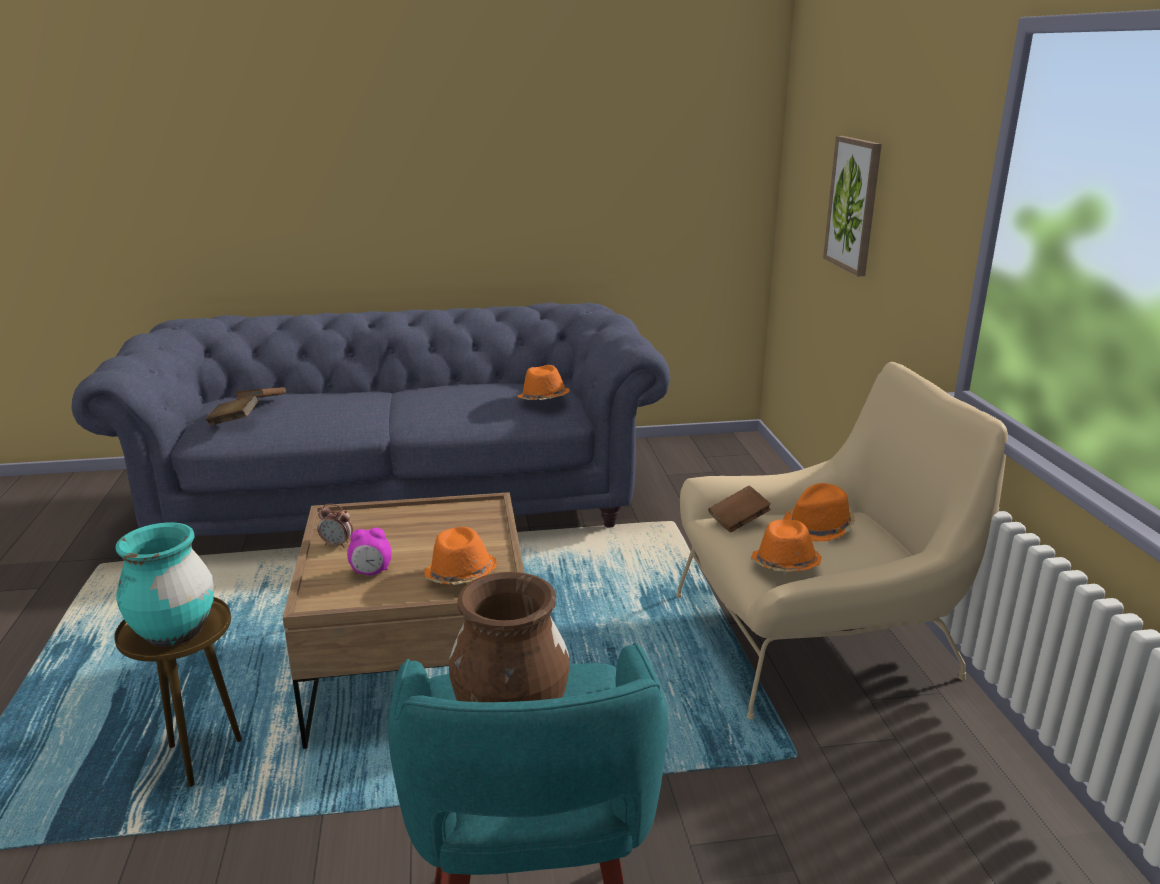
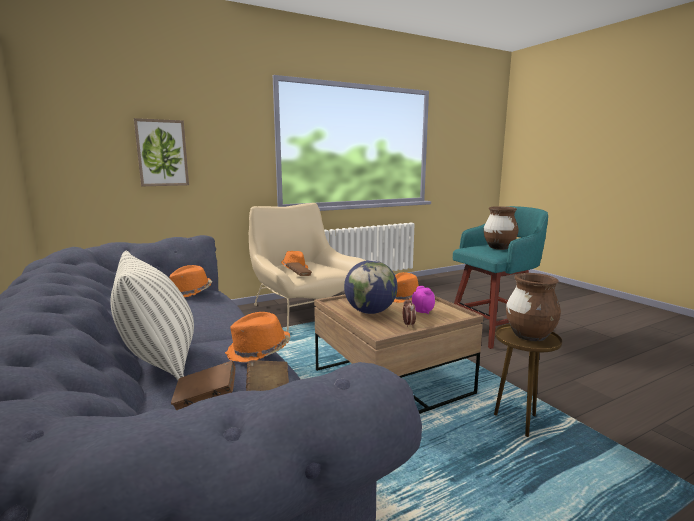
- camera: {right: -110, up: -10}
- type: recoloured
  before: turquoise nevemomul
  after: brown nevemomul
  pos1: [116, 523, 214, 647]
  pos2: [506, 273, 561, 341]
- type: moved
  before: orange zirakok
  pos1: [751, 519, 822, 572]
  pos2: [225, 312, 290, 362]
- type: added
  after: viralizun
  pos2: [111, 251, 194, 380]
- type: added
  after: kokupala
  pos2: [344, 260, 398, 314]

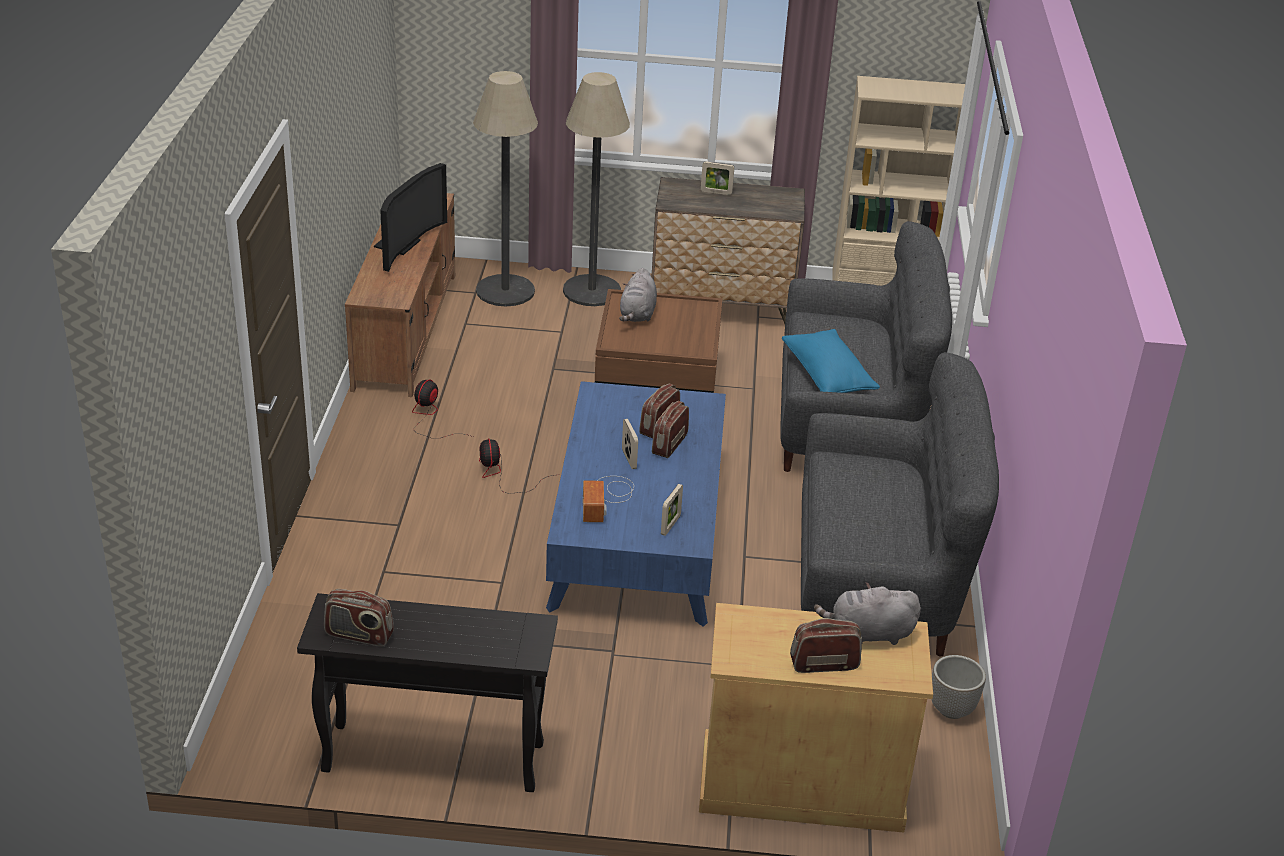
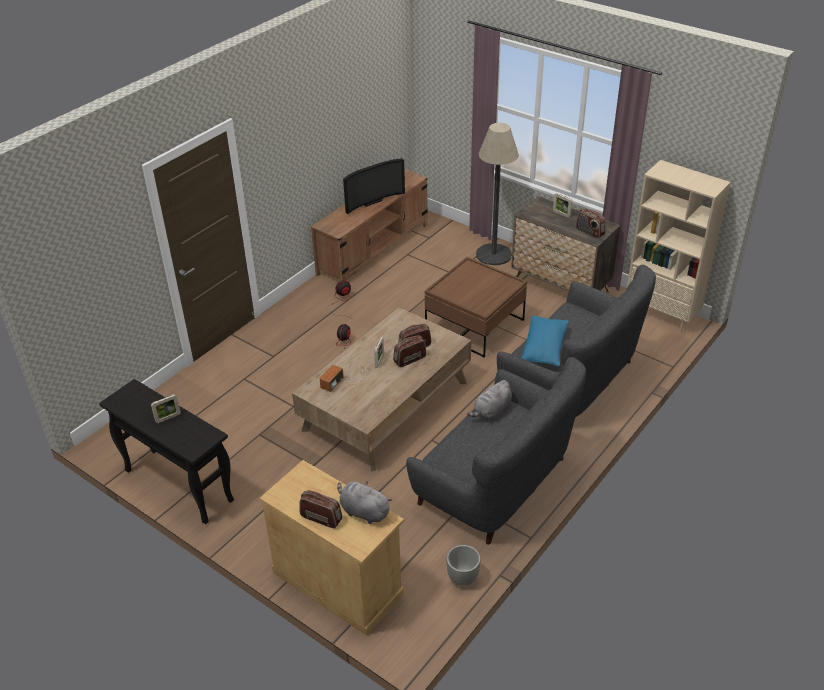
- camera: {right: 35, up: 5}
- type: moved
  before: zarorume
  pos1: [324, 589, 394, 646]
  pos2: [576, 208, 606, 239]
- type: removed
  before: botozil
  pos1: [473, 71, 538, 306]
- type: recoloured
  before: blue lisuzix
  after: brown lisuzix
  pos1: [546, 381, 726, 627]
  pos2: [292, 307, 471, 472]
- type: moved
  before: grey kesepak
  pos1: [619, 268, 657, 322]
  pos2: [467, 380, 512, 420]
- type: moved
  before: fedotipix
  pos1: [661, 484, 683, 536]
  pos2: [151, 394, 181, 423]

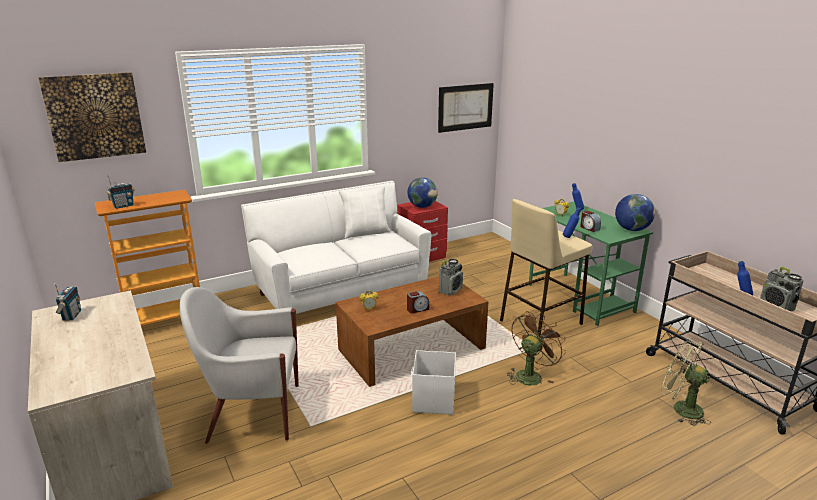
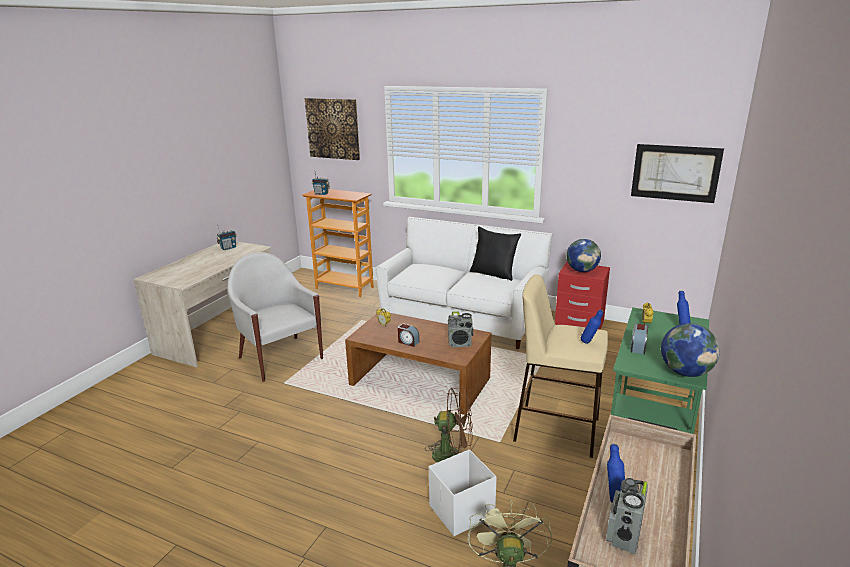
- camera: {right: 55, up: 0}
- type: recoloured
  before: white viralizun
  after: black viralizun
  pos1: [339, 186, 391, 239]
  pos2: [470, 226, 521, 281]
- type: moved
  before: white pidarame
  pos1: [411, 350, 456, 415]
  pos2: [429, 449, 497, 536]

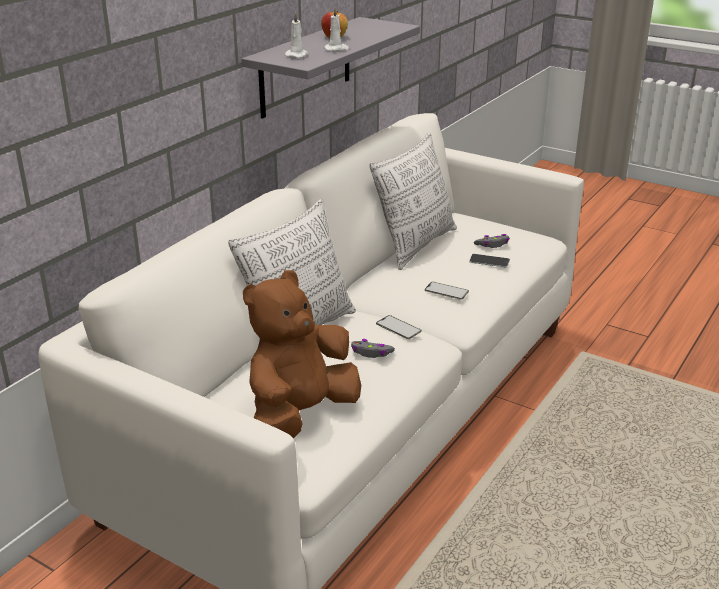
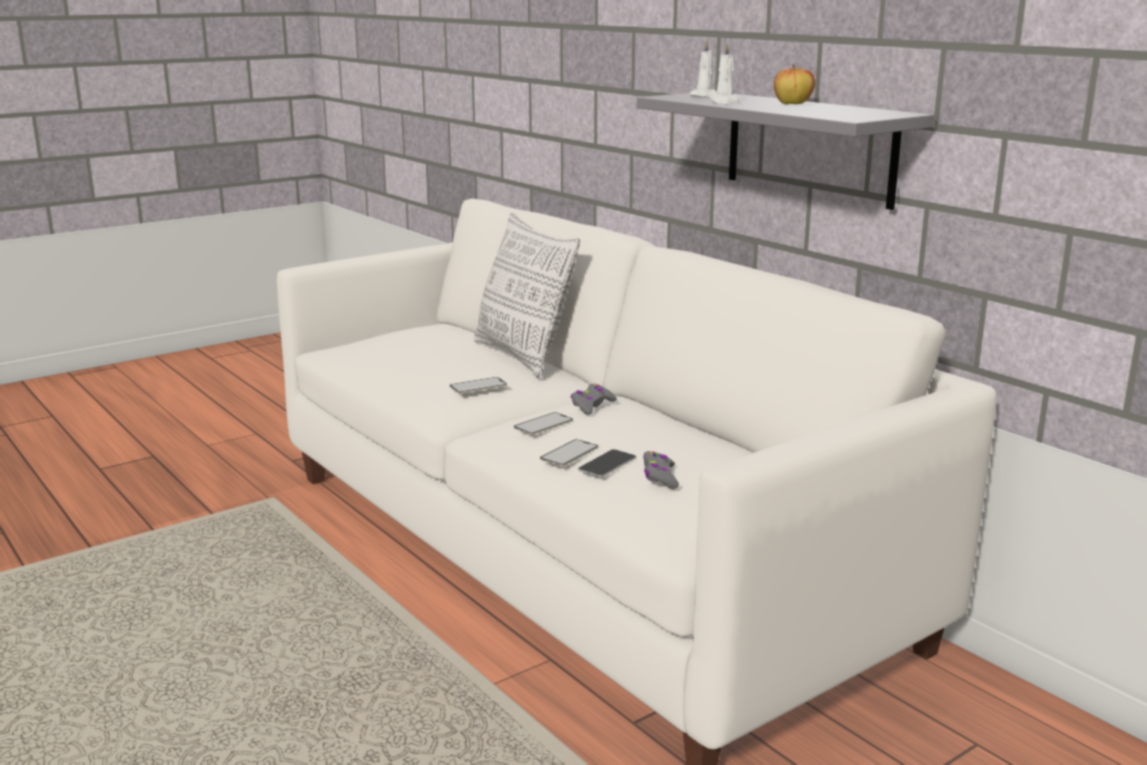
- camera: {right: 110, up: -10}
- type: removed
  before: brown kesepak
  pos1: [243, 270, 361, 438]
- type: moved
  before: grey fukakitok
  pos1: [351, 339, 395, 358]
  pos2: [571, 384, 617, 415]
- type: removed
  before: viralizun
  pos1: [369, 133, 457, 270]
- type: added
  after: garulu
  pos2: [540, 439, 598, 466]

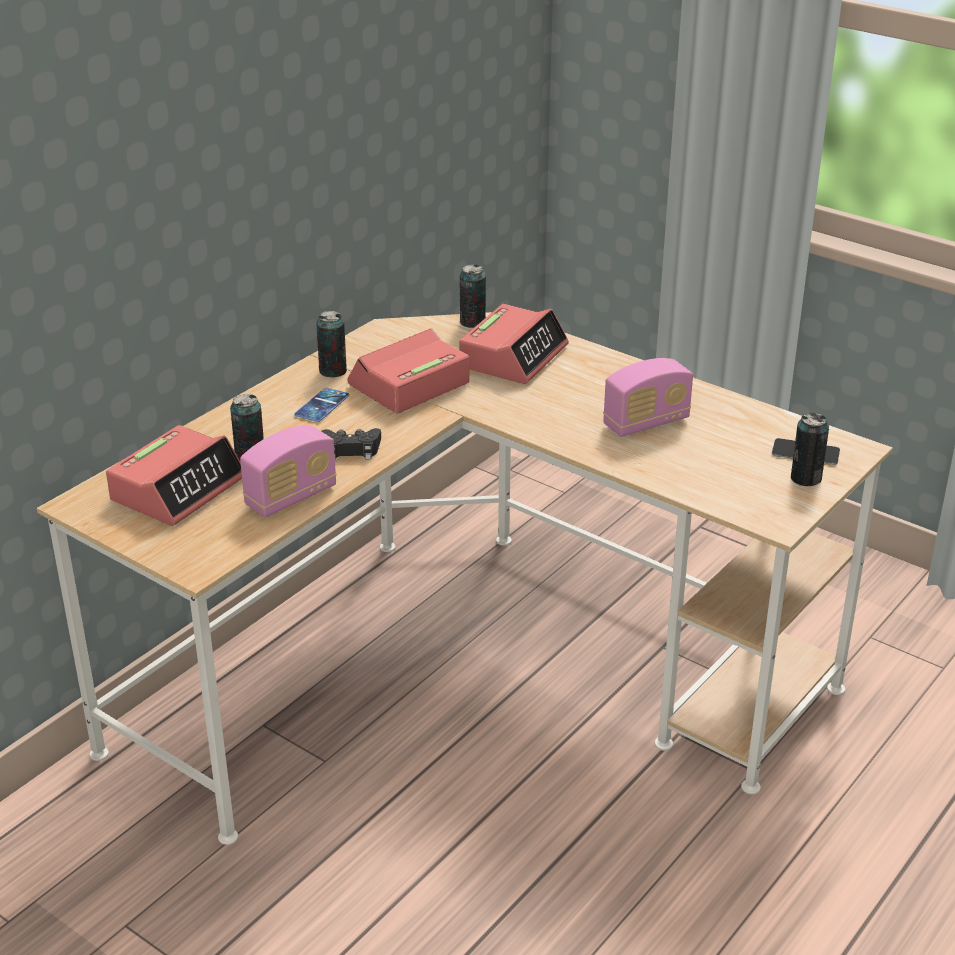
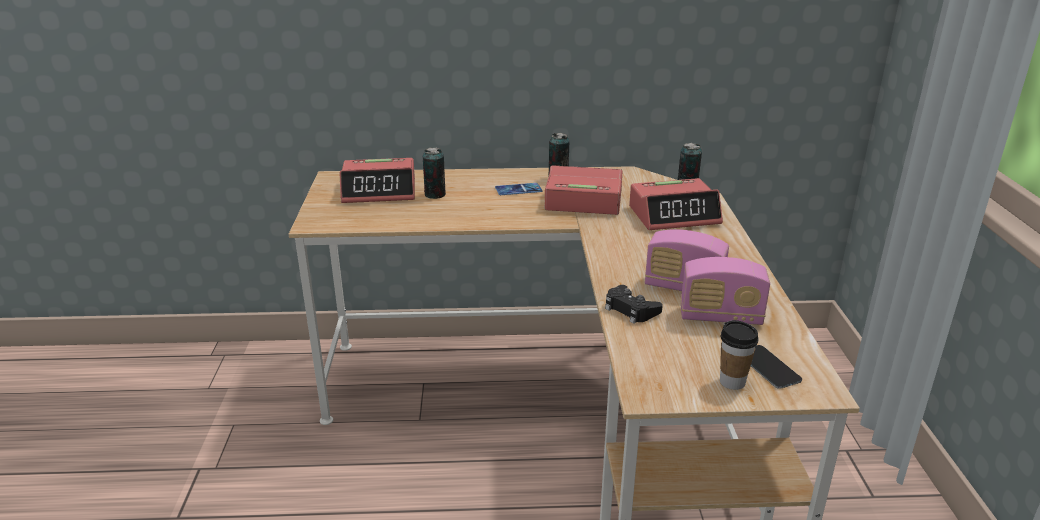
- camera: {right: 50, up: -5}
- type: moved
  before: zarorume
  pos1: [240, 425, 337, 517]
  pos2: [681, 257, 770, 325]
- type: moved
  before: black fukakitok
  pos1: [321, 428, 381, 460]
  pos2: [605, 285, 663, 324]
- type: replaced
  before: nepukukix
  after: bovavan
  pos1: [791, 413, 829, 486]
  pos2: [720, 320, 759, 390]

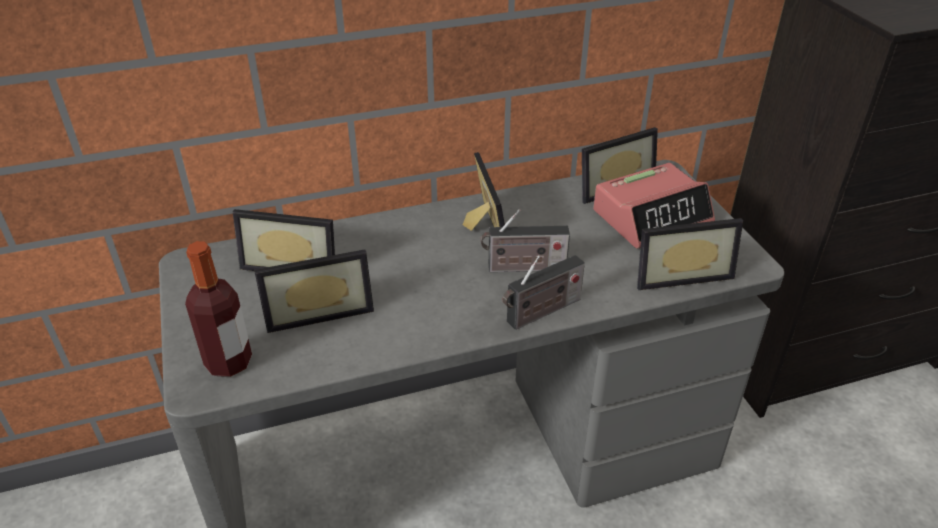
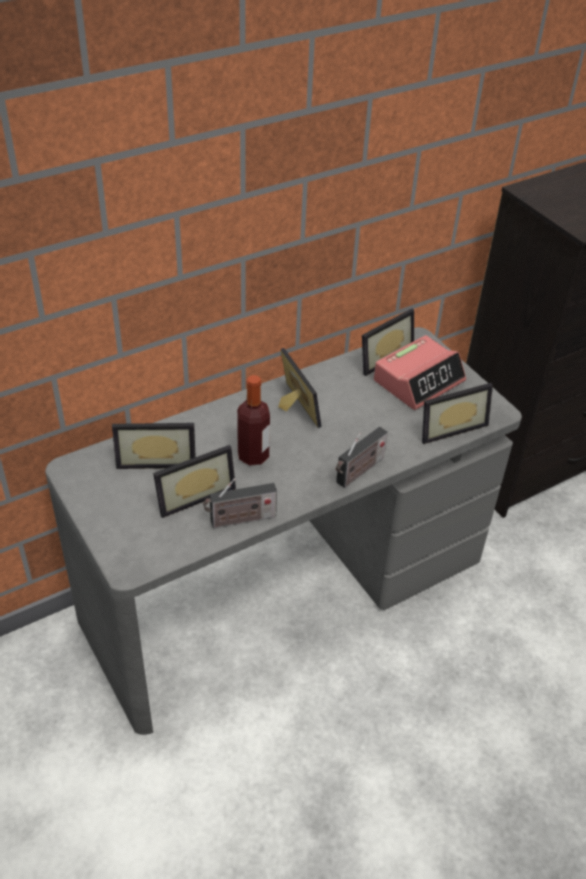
- camera: {right: -15, up: 5}
- type: moved
  before: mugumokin
  pos1: [185, 241, 252, 377]
  pos2: [237, 375, 270, 466]
- type: moved
  before: zarorume
  pos1: [481, 209, 570, 272]
  pos2: [203, 479, 277, 528]

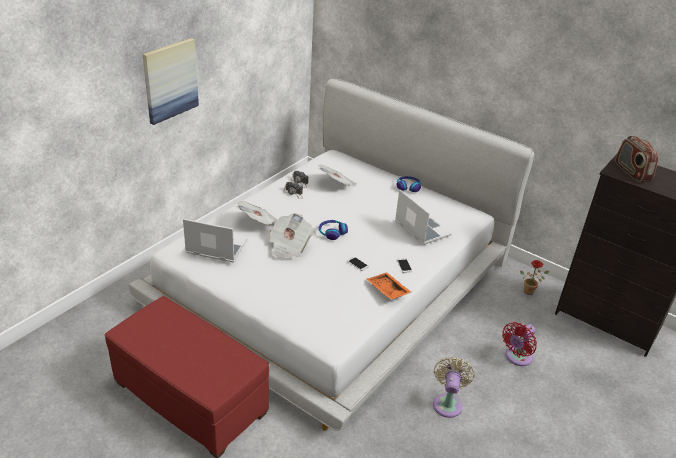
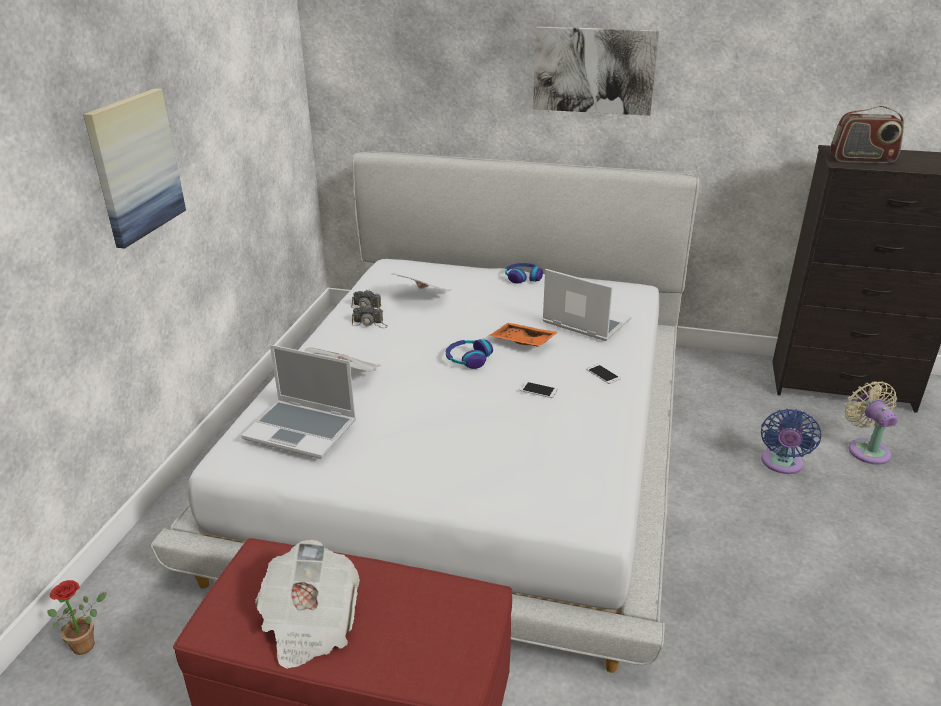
- camera: {right: -20, up: -5}
- type: turned
  before: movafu
  pos1: [183, 219, 247, 262]
  pos2: [241, 345, 356, 459]
  turn: -150
- type: moved
  before: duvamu
  pos1: [269, 213, 313, 258]
  pos2: [255, 540, 360, 669]
- type: moved
  before: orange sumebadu
  pos1: [367, 272, 411, 300]
  pos2: [489, 323, 558, 347]
- type: moved
  before: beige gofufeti
  pos1: [433, 357, 475, 418]
  pos2: [844, 381, 898, 465]
- type: recoloured
  before: red gofufeti
  after: blue gofufeti
  pos1: [502, 322, 537, 366]
  pos2: [761, 409, 821, 474]
- type: moved
  before: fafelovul
  pos1: [520, 260, 549, 295]
  pos2: [47, 580, 106, 655]
- type: turned
  before: zarorume
  pos1: [615, 136, 659, 182]
  pos2: [830, 106, 904, 163]
  turn: -45
- type: added
  after: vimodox
  pos2: [533, 26, 660, 116]

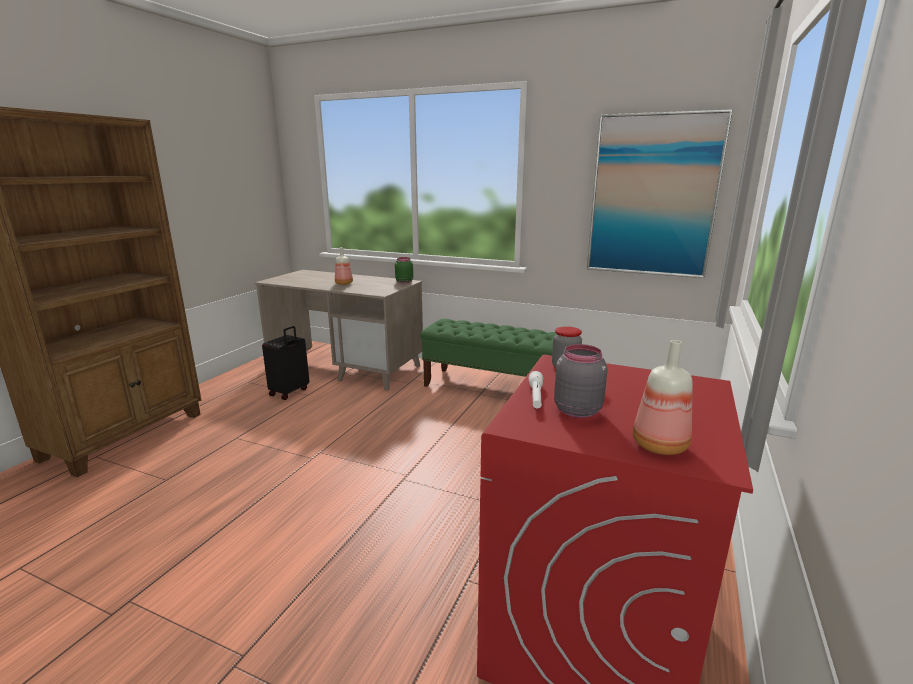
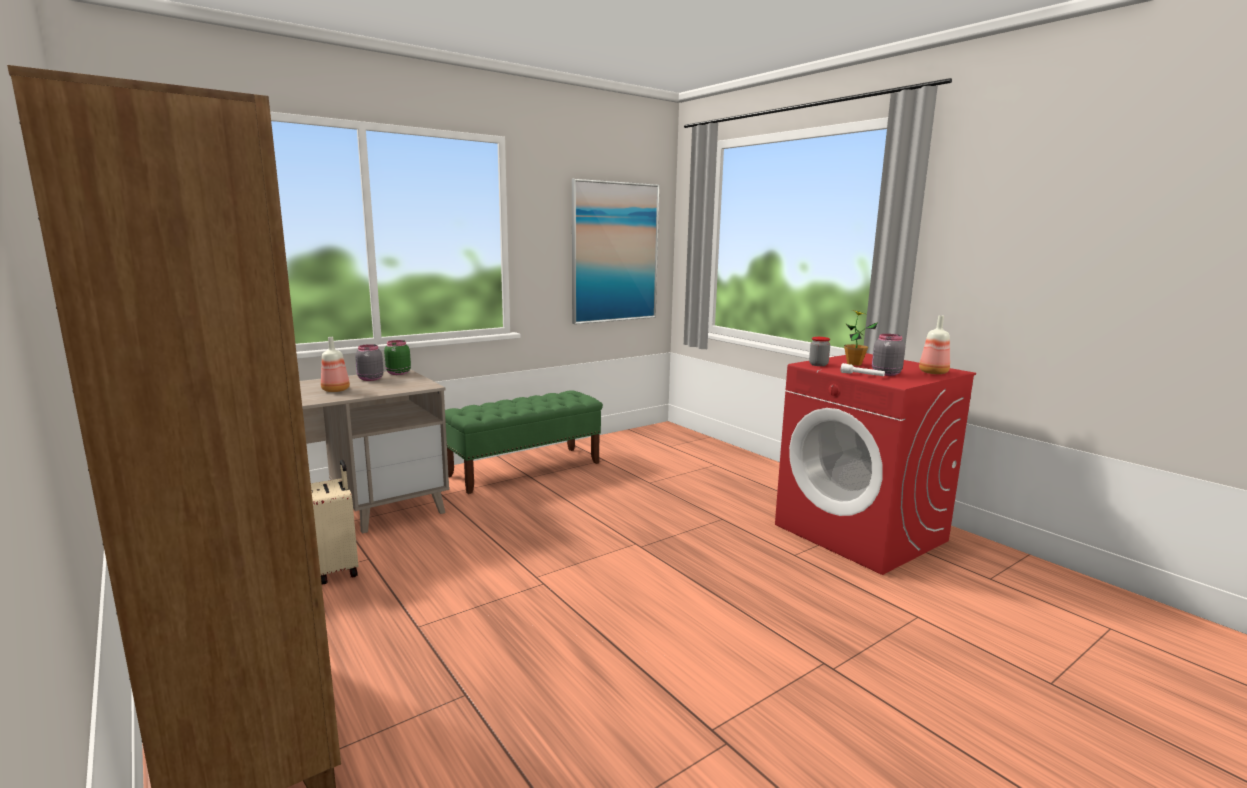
- camera: {right: -60, up: -5}
- type: recoloured
  before: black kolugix
  after: beige kolugix
  pos1: [262, 326, 309, 400]
  pos2: [311, 460, 358, 585]
- type: added
  after: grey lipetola
  pos2: [355, 344, 384, 381]
- type: added
  after: fafelovul
  pos2: [844, 310, 878, 366]

